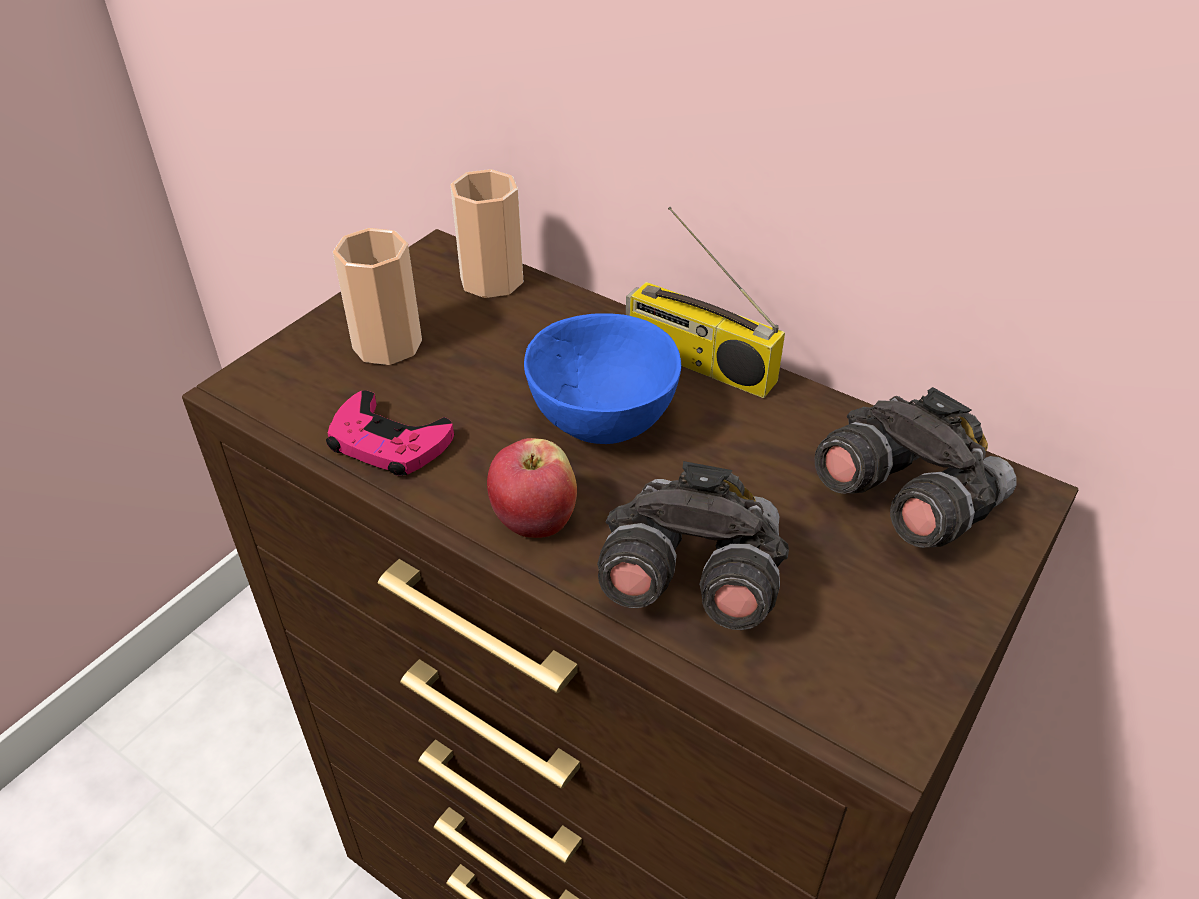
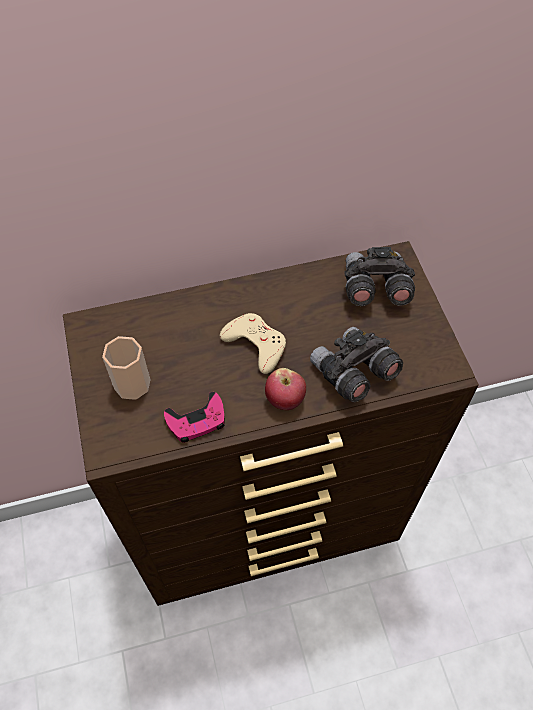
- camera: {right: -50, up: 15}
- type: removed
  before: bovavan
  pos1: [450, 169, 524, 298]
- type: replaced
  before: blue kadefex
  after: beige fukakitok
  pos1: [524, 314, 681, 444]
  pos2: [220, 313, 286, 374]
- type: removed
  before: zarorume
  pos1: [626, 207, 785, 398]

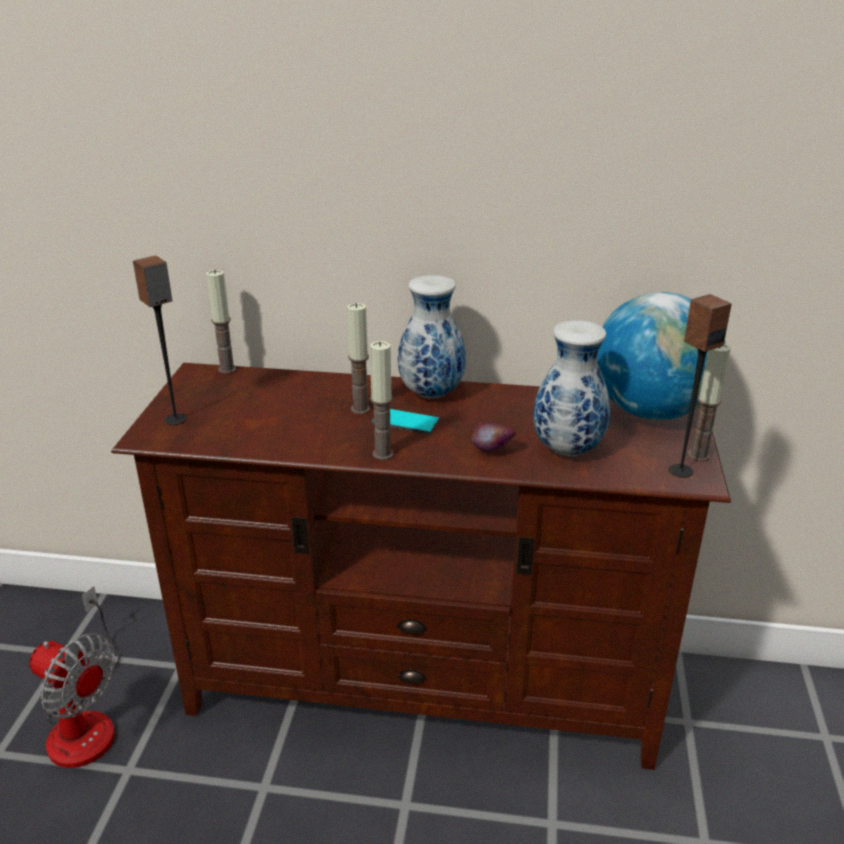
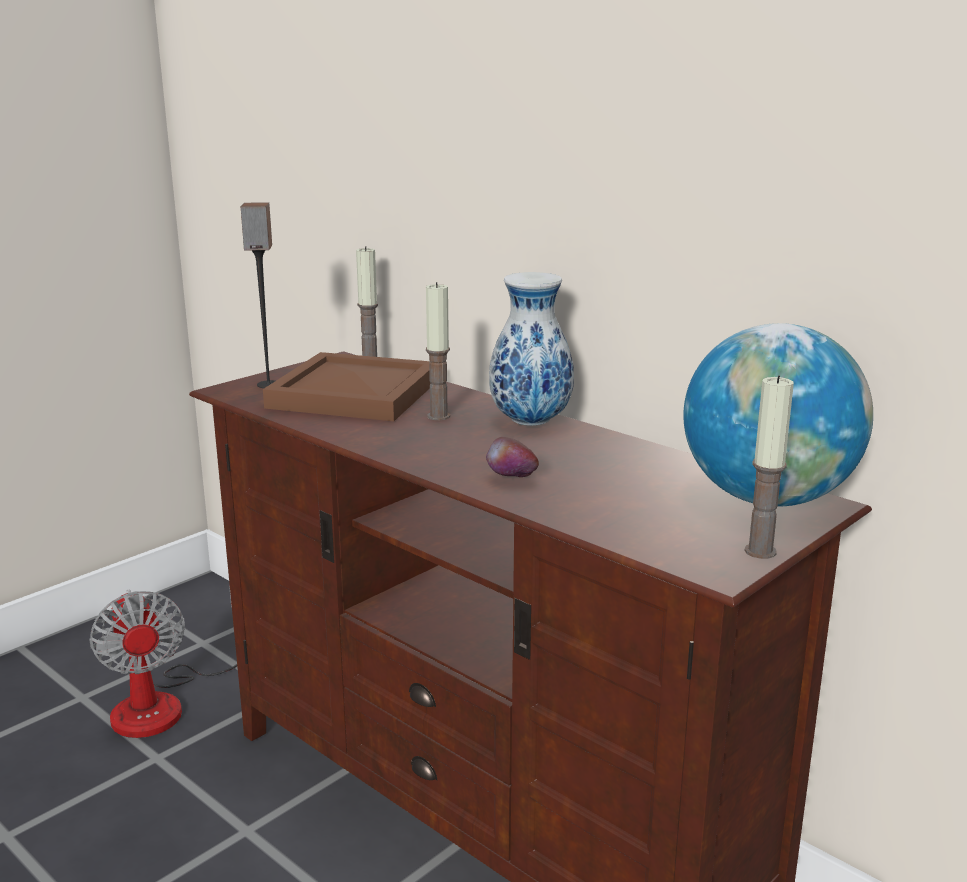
- camera: {right: 35, up: -10}
- type: removed
  before: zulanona
  pos1: [370, 341, 394, 460]
- type: removed
  before: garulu
  pos1: [371, 409, 440, 435]
- type: removed
  before: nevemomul
  pos1: [533, 320, 610, 456]
- type: removed
  before: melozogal
  pos1: [669, 294, 732, 478]
- type: added
  after: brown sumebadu
  pos2: [263, 352, 431, 421]

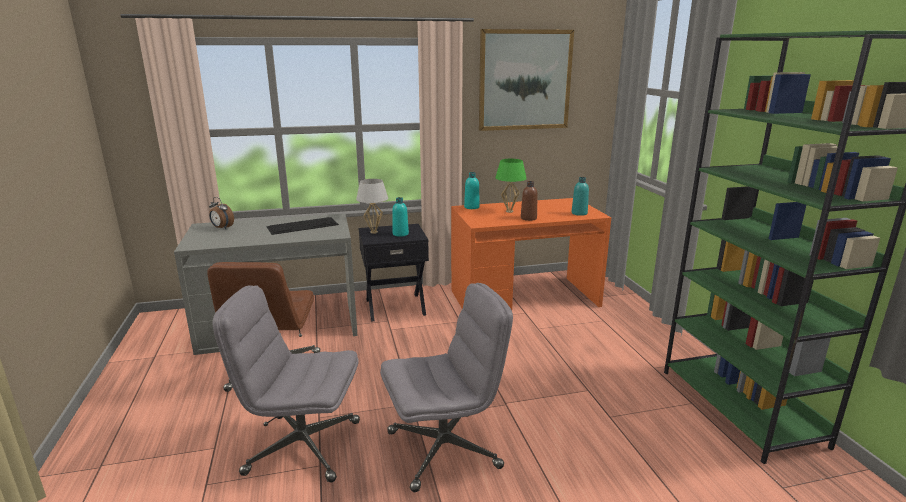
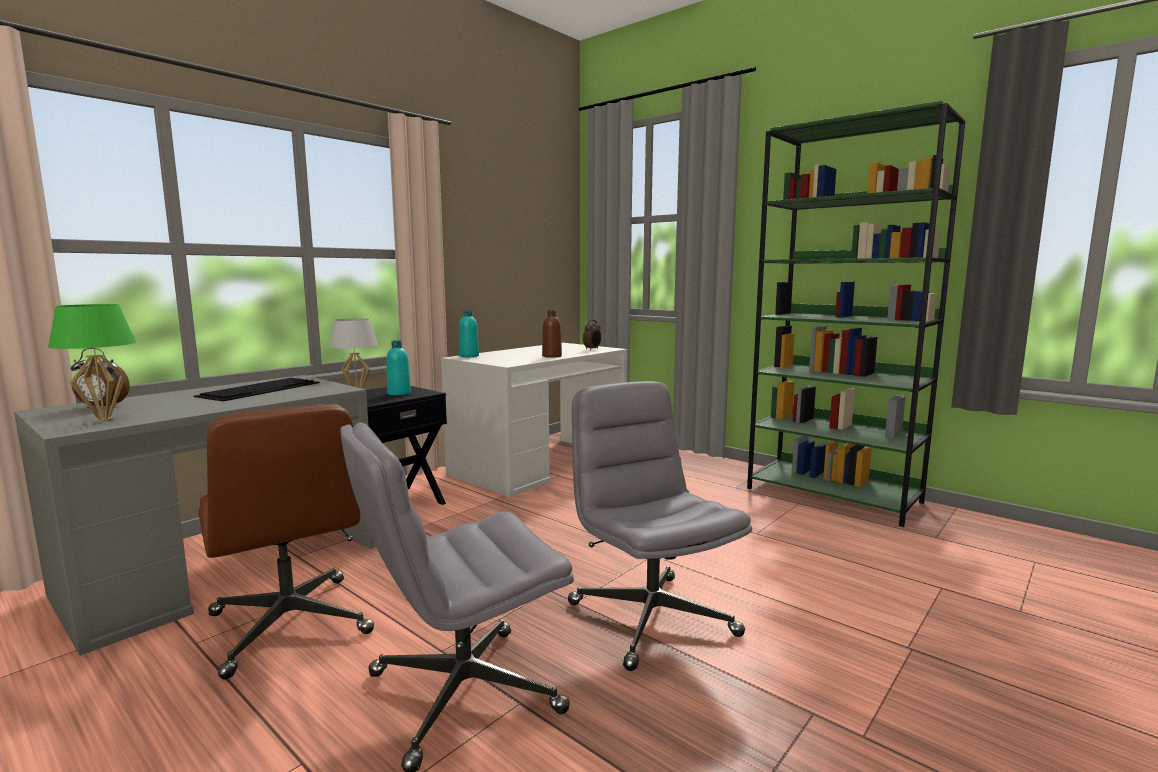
- camera: {right: -35, up: -10}
- type: turned
  before: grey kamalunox
  pos1: [380, 283, 513, 492]
  pos2: [568, 381, 752, 671]
  turn: -60
- type: recoloured
  before: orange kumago
  after: white kumago
  pos1: [451, 198, 611, 310]
  pos2: [441, 343, 627, 497]
- type: removed
  before: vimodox
  pos1: [479, 29, 574, 131]
- type: moved
  before: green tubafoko
  pos1: [495, 159, 527, 213]
  pos2: [48, 304, 136, 422]
- type: replaced
  before: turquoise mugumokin
  after: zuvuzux
  pos1: [572, 177, 589, 216]
  pos2: [583, 320, 601, 350]

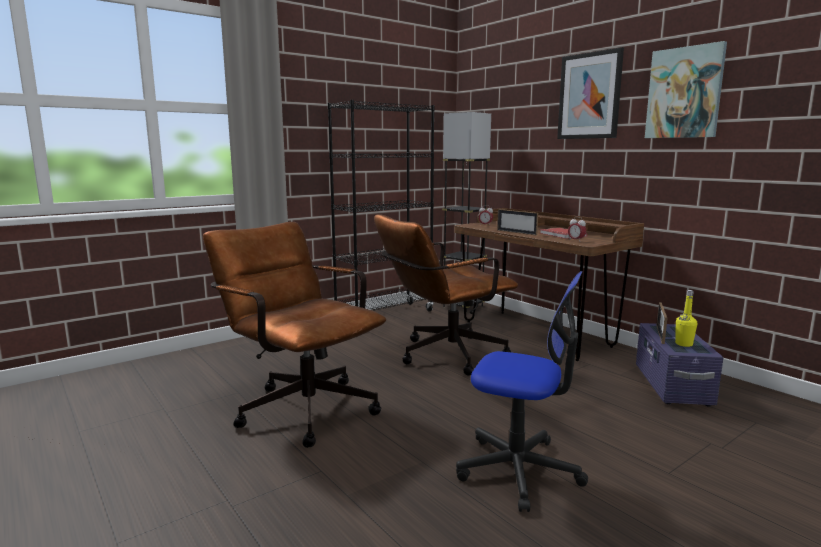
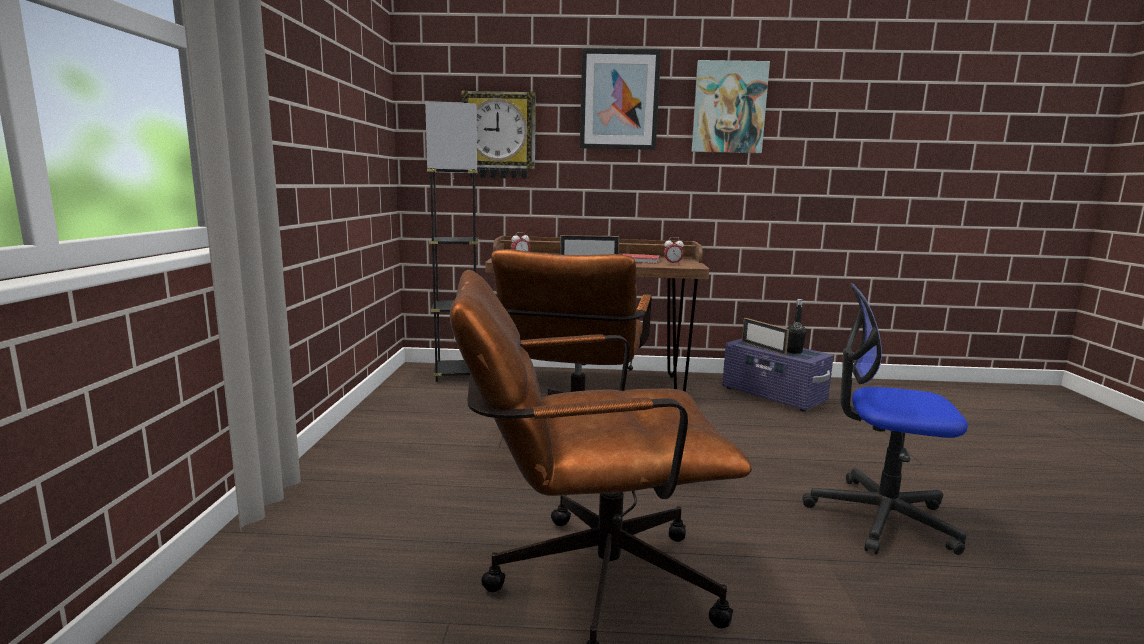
- camera: {right: -50, up: 0}
- type: removed
  before: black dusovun
  pos1: [328, 100, 435, 312]
- type: turned
  before: kamalunox
  pos1: [456, 271, 588, 512]
  pos2: [802, 283, 968, 555]
  turn: -135
- type: recoloured
  before: yellow mugumokin
  after: black mugumokin
  pos1: [675, 290, 697, 347]
  pos2: [787, 299, 806, 354]
- type: added
  after: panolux
  pos2: [461, 90, 536, 179]

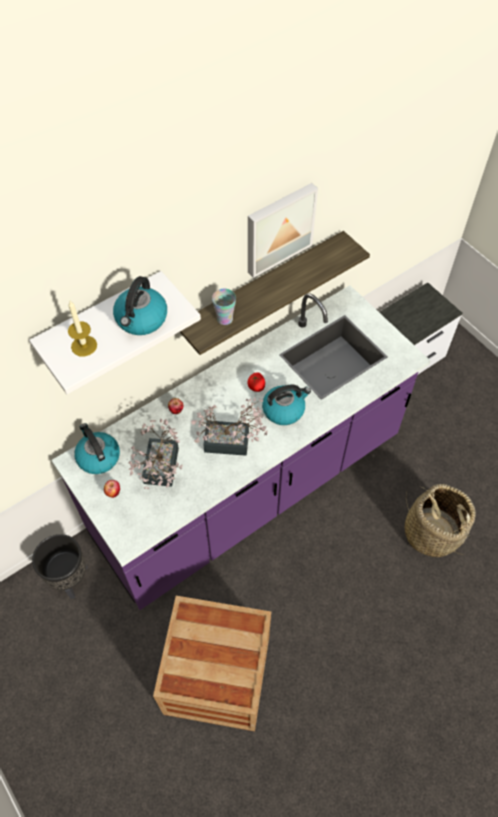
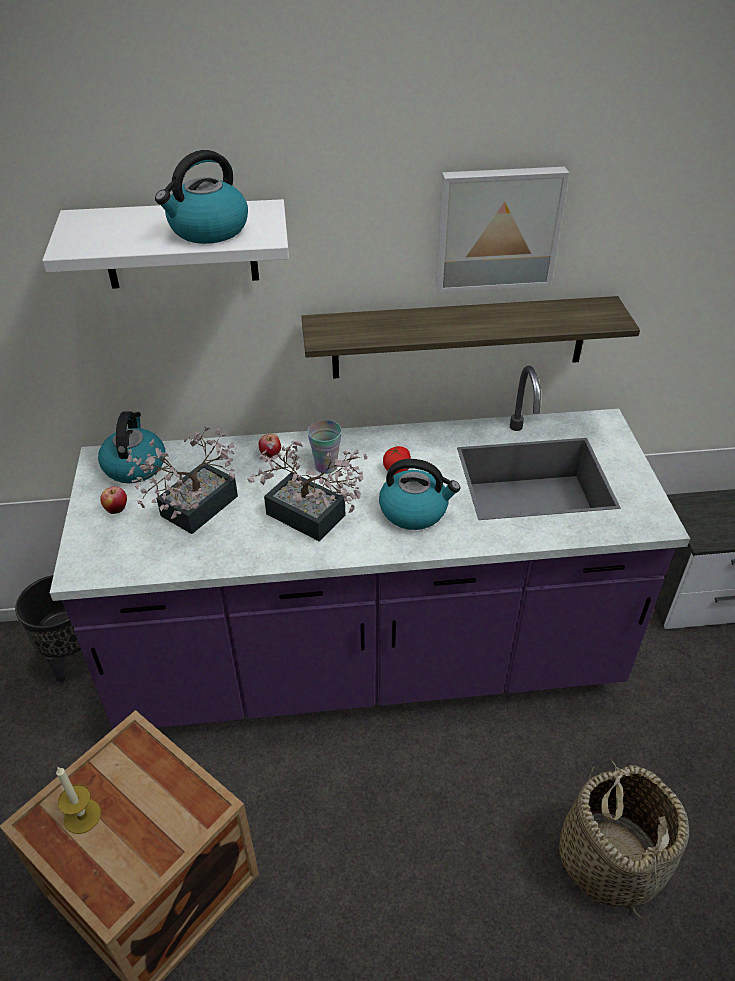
- camera: {right: 30, up: -15}
- type: moved
  before: zulanona
  pos1: [68, 301, 97, 357]
  pos2: [56, 767, 101, 834]
- type: moved
  before: bovavan
  pos1: [212, 289, 236, 325]
  pos2: [307, 420, 342, 474]

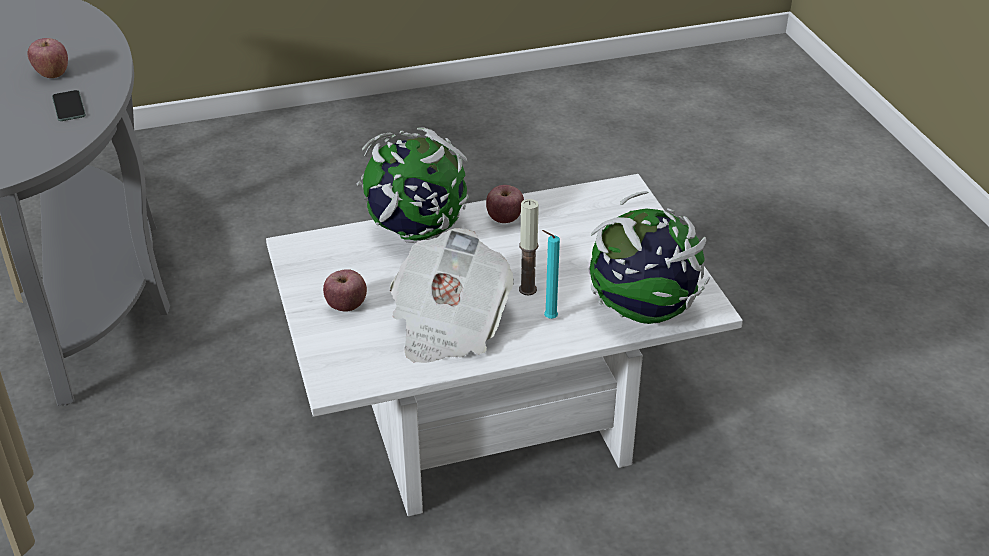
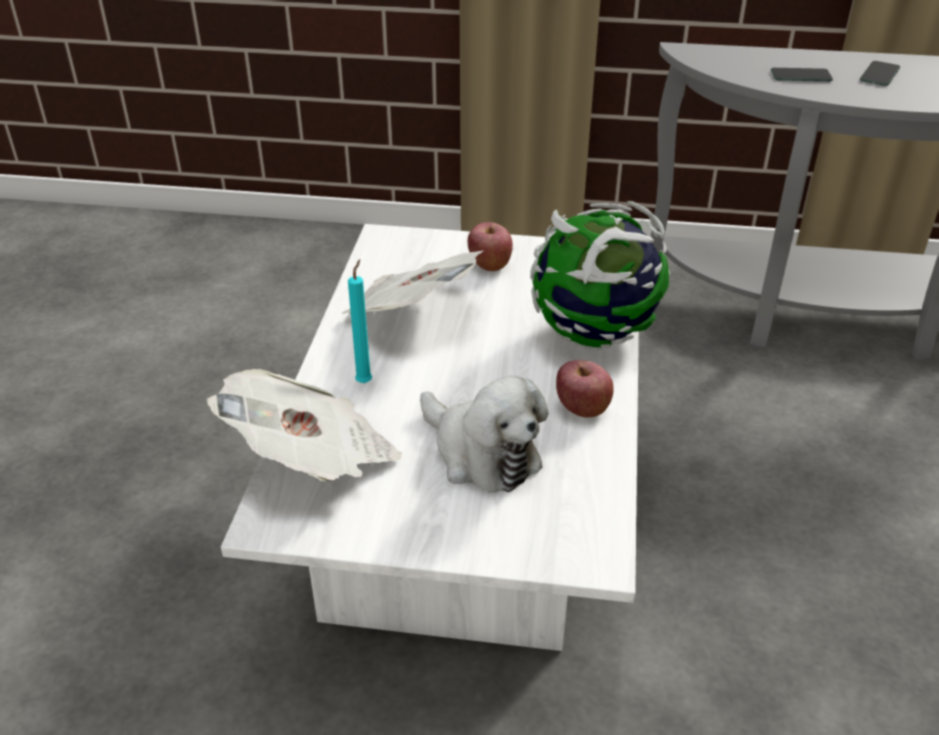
- camera: {right: 115, up: 0}
- type: replaced
  before: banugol
  after: garulu
  pos1: [27, 38, 68, 78]
  pos2: [860, 61, 900, 86]
- type: removed
  before: zulanona
  pos1: [519, 199, 539, 296]
- type: replaced
  before: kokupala
  after: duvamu
  pos1: [589, 191, 710, 324]
  pos2: [207, 369, 402, 482]
- type: added
  after: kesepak
  pos2: [420, 376, 549, 493]

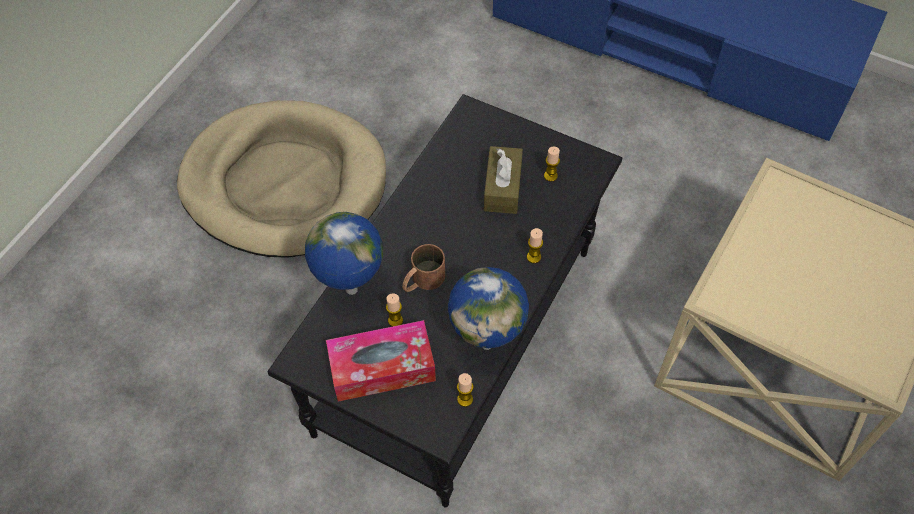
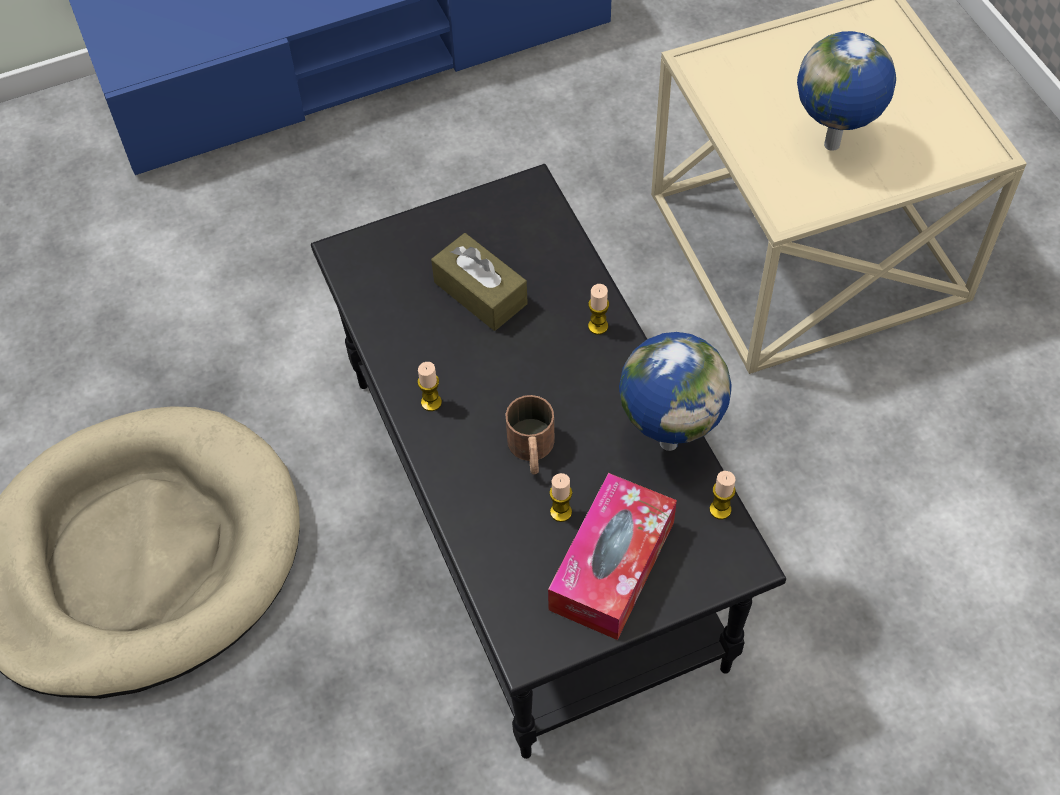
- camera: {right: -50, up: 0}
- type: moved
  before: kokupala
  pos1: [305, 212, 383, 295]
  pos2: [797, 31, 896, 151]
- type: moved
  before: zulanona
  pos1: [544, 146, 560, 182]
  pos2: [417, 362, 442, 411]

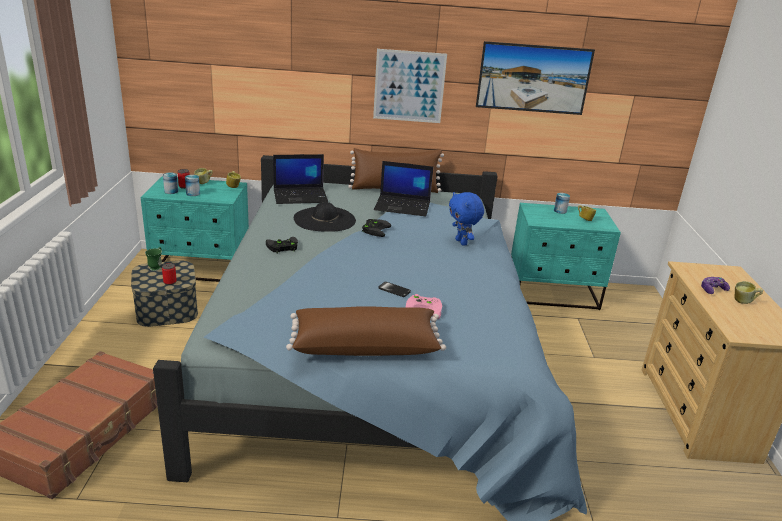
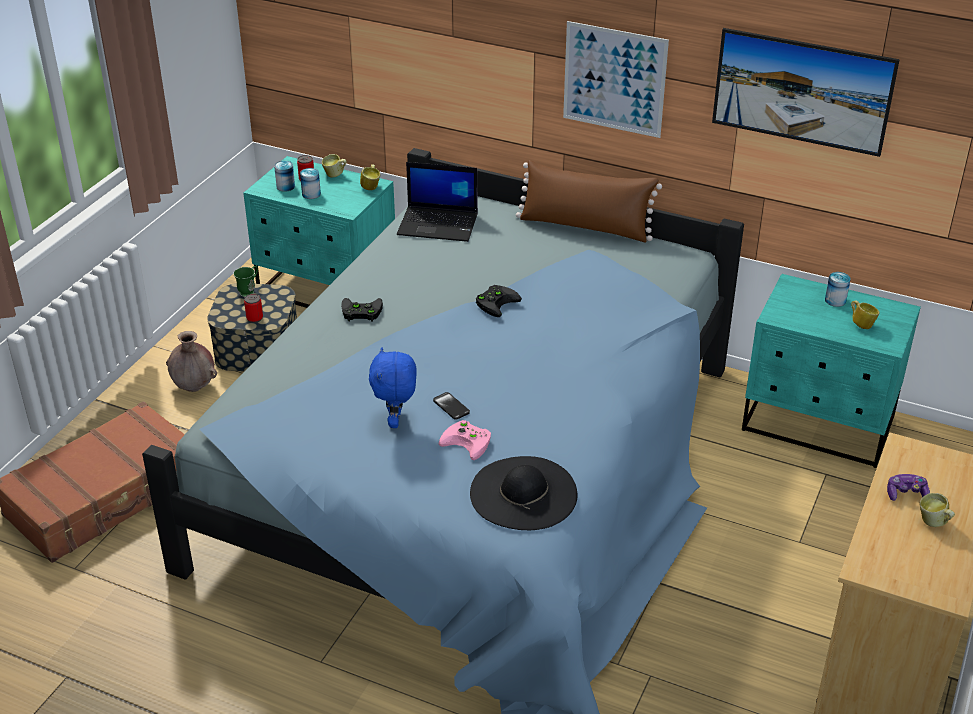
- camera: {right: 25, up: 10}
- type: removed
  before: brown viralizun
  pos1: [286, 306, 446, 356]
- type: moved
  before: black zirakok
  pos1: [294, 202, 356, 232]
  pos2: [470, 456, 577, 530]
- type: removed
  before: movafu
  pos1: [374, 161, 433, 216]
- type: moved
  before: blue kesepak
  pos1: [449, 192, 484, 246]
  pos2: [369, 347, 417, 428]
- type: added
  after: brown nevemomul
  pos2: [166, 331, 217, 392]

